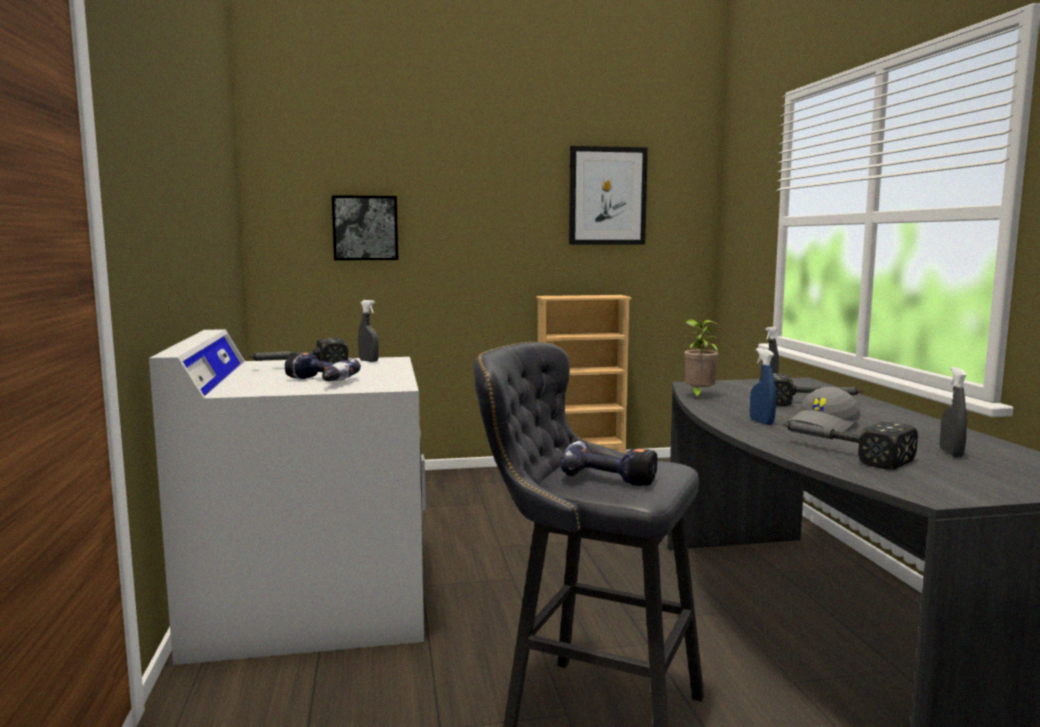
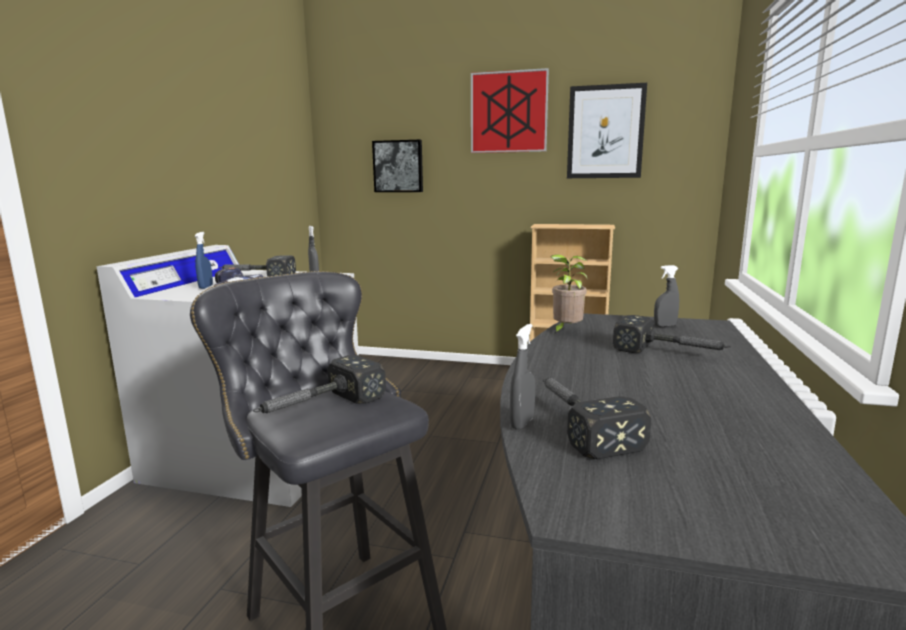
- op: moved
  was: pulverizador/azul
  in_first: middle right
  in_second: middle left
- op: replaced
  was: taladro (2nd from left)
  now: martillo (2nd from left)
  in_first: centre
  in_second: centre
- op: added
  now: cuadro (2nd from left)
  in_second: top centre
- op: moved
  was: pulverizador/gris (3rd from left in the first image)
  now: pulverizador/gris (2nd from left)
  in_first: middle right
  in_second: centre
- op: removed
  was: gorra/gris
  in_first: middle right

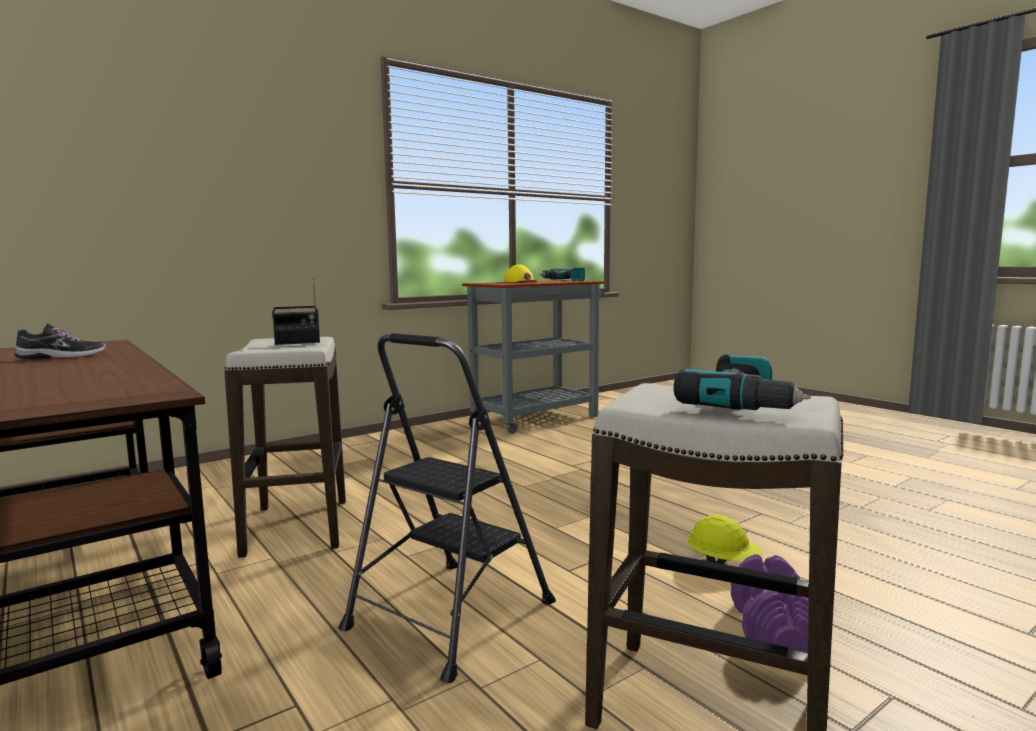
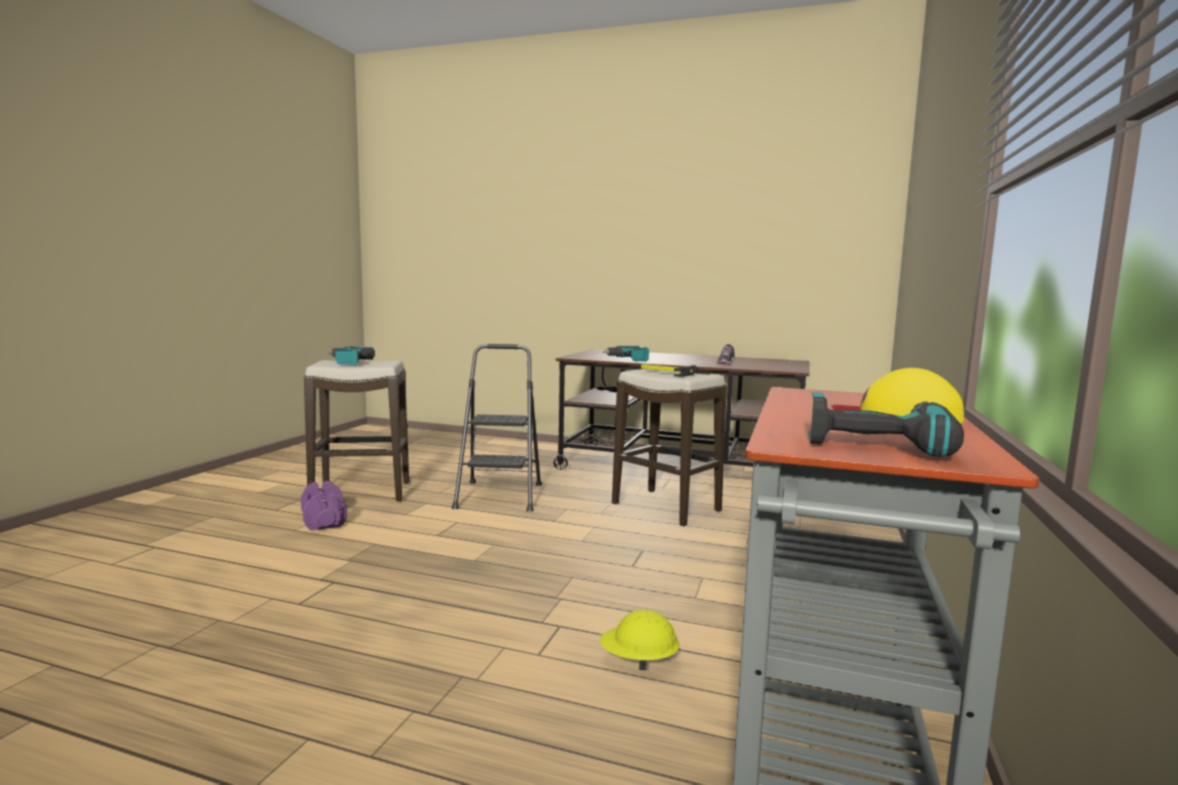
- op: moved
  was: casco/amarillo
  in_first: bottom right
  in_second: bottom centre
- op: added
  now: taladro (2nd from left)
  in_second: centre
- op: replaced
  was: radio
  now: martillo
  in_first: middle left
  in_second: centre

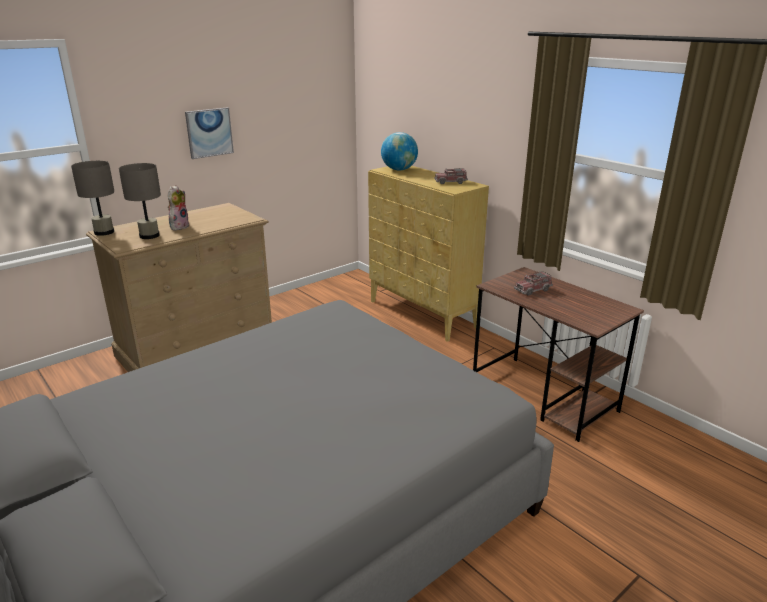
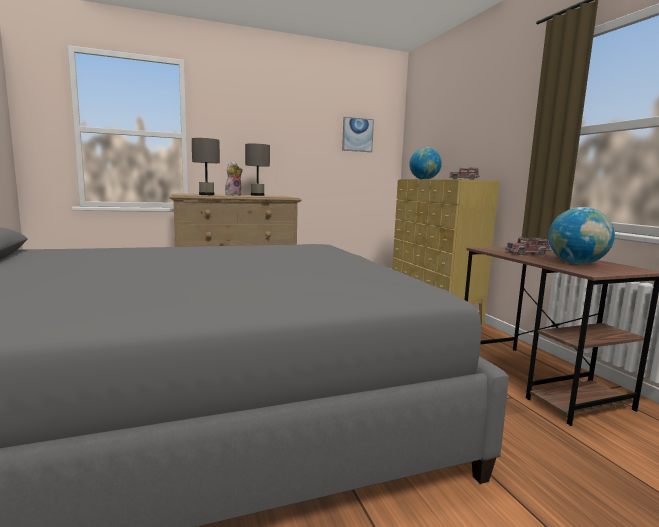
- op: moved
  was: lámpara de mesa/gris (1st from left in the first image)
  now: lámpara de mesa/gris (2nd from left)
  in_first: top left
  in_second: top centre
- op: moved
  was: cuadro
  in_first: top left
  in_second: top centre
- op: added
  now: globo terráqueo (2nd from left)
  in_second: middle right

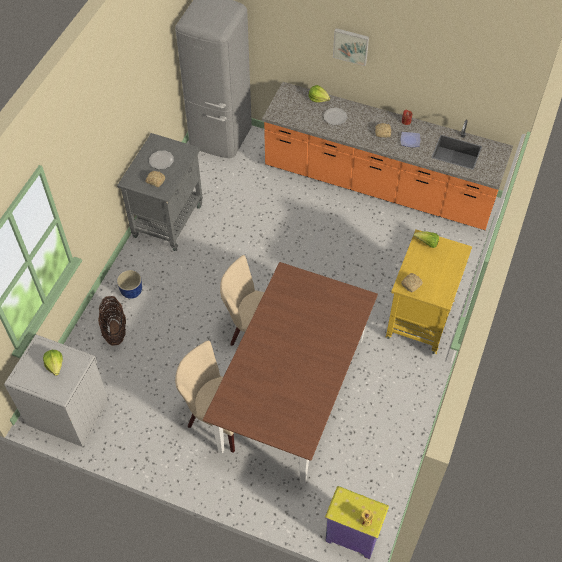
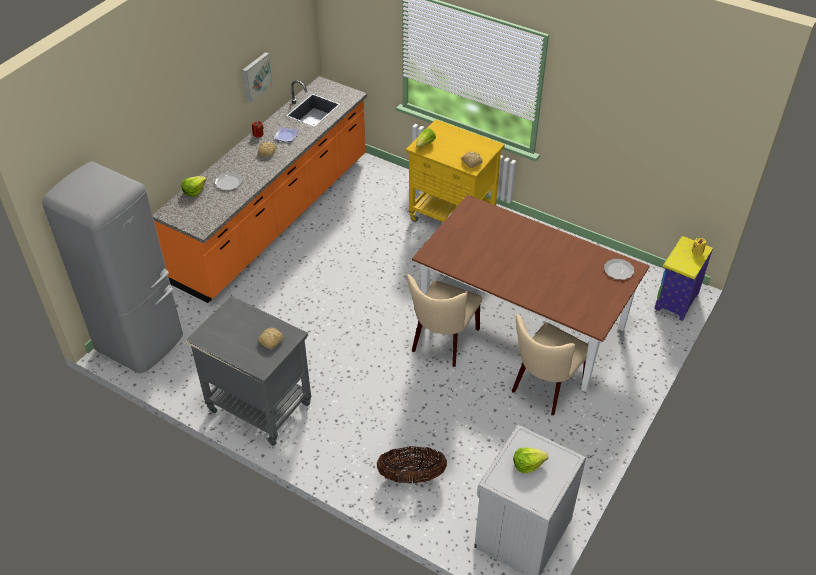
- op: moved
  was: cuadro
  in_first: top centre
  in_second: top left
- op: moved
  was: plato (1st from left in the first image)
  now: plato (3rd from left)
  in_first: top left
  in_second: middle right
- op: removed
  was: maceta
  in_first: middle left

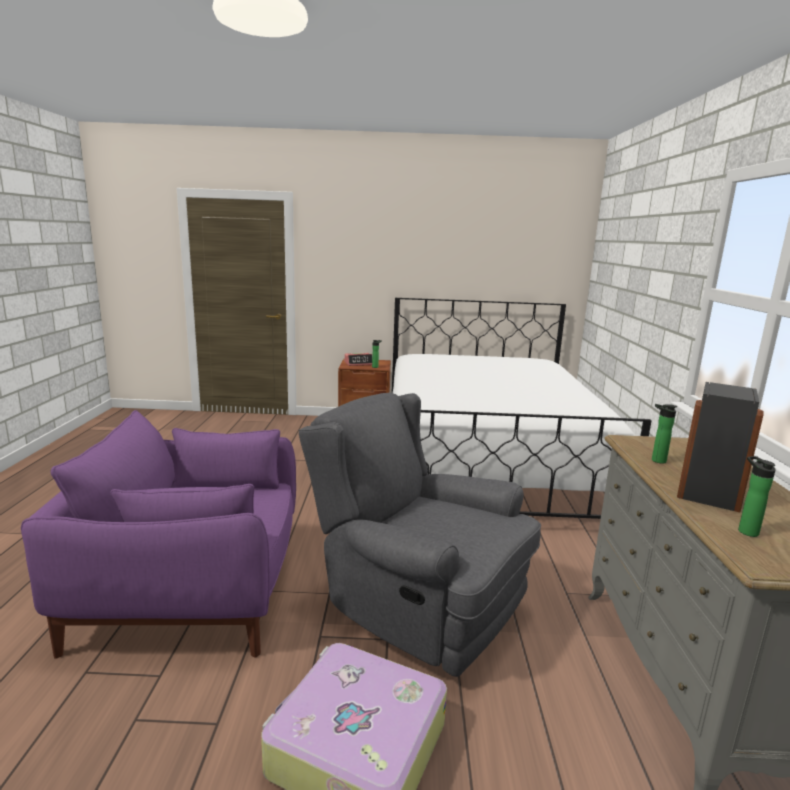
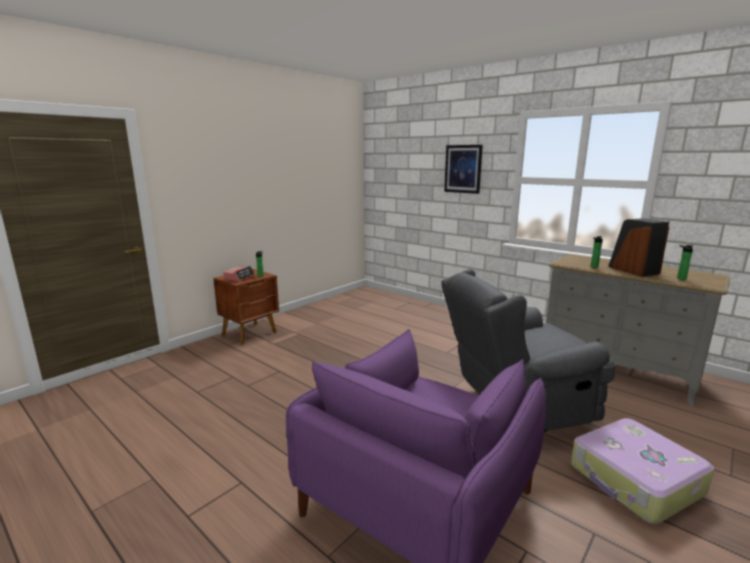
- op: added
  now: cuadro
  in_second: top centre
- op: removed
  was: cama/blanco
  in_first: centre

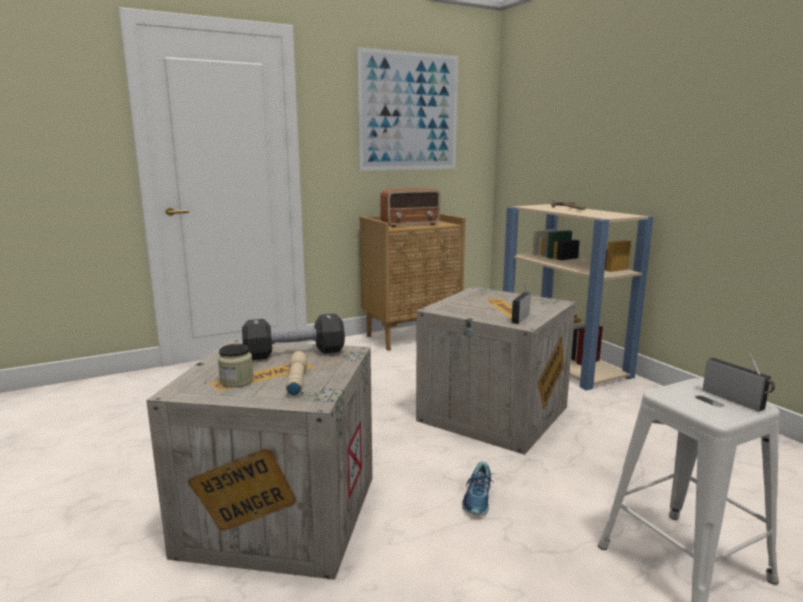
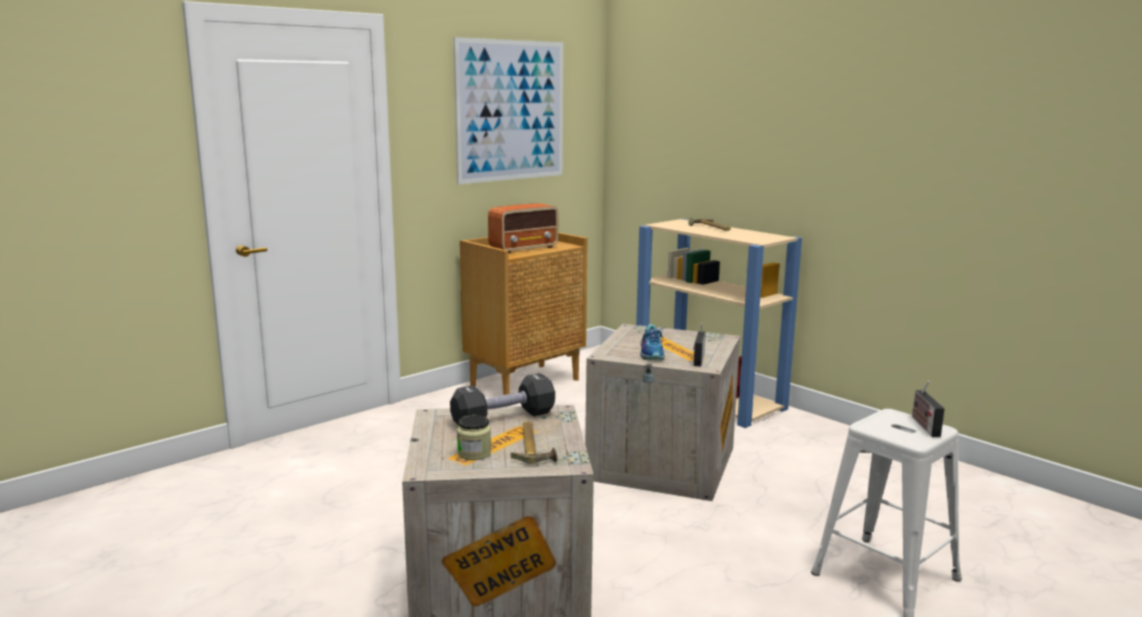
- op: replaced
  was: linterna/beis
  now: martillo (1st from left)
  in_first: centre
  in_second: bottom centre
- op: moved
  was: zapato
  in_first: bottom centre
  in_second: centre
- op: turned
  was: radio (3rd from left)
  in_first: middle right
  in_second: middle right
  clockwise: -135

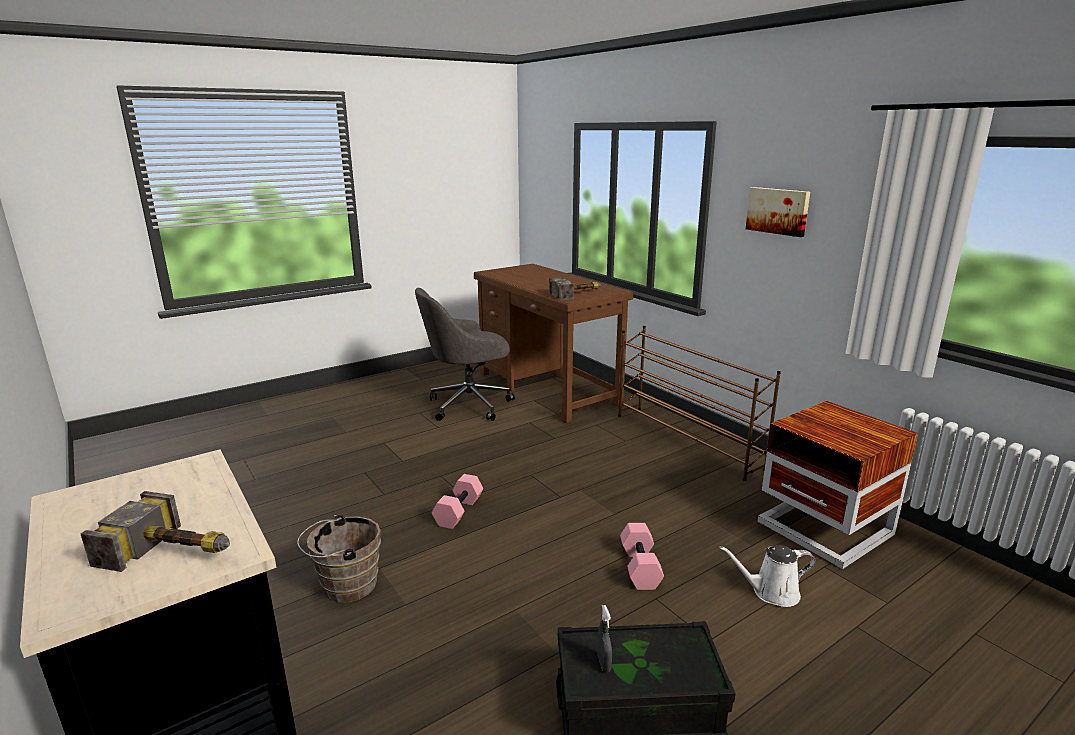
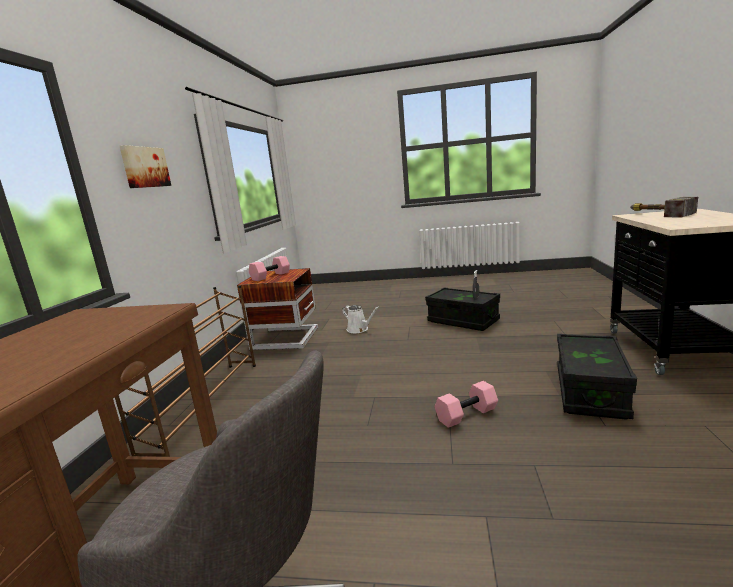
- op: moved
  was: mancuerna/rosa (2nd from left in the first image)
  now: mancuerna/rosa (1st from left)
  in_first: bottom centre
  in_second: centre
- op: replaced
  was: cubo/marrón
  now: caja de almacenaje/negro (2nd from left)
  in_first: bottom left
  in_second: middle right
- op: removed
  was: martillo (2nd from left)
  in_first: centre

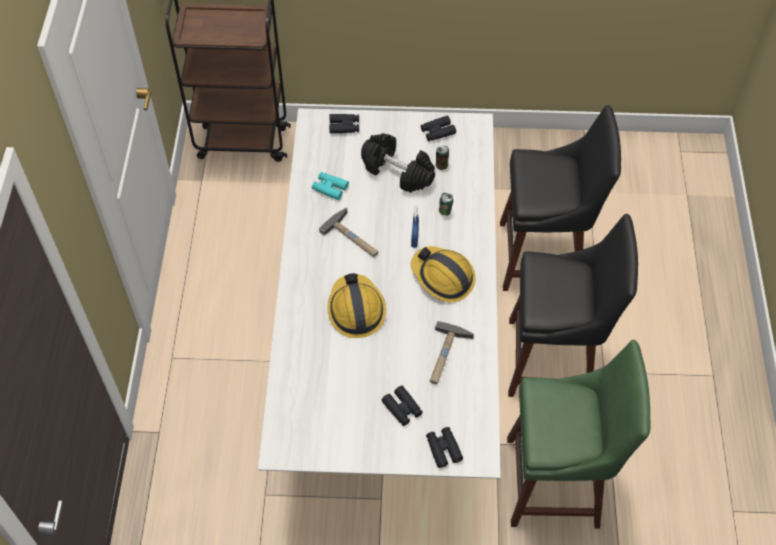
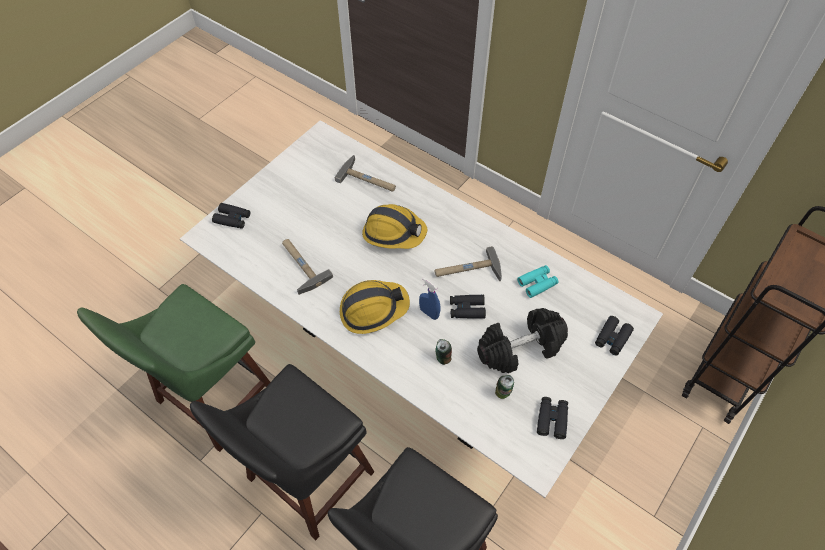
- op: added
  now: martillo (2nd from left)
  in_second: top centre
- op: moved
  was: prismáticos/negro (2nd from left)
  in_first: bottom centre
  in_second: centre

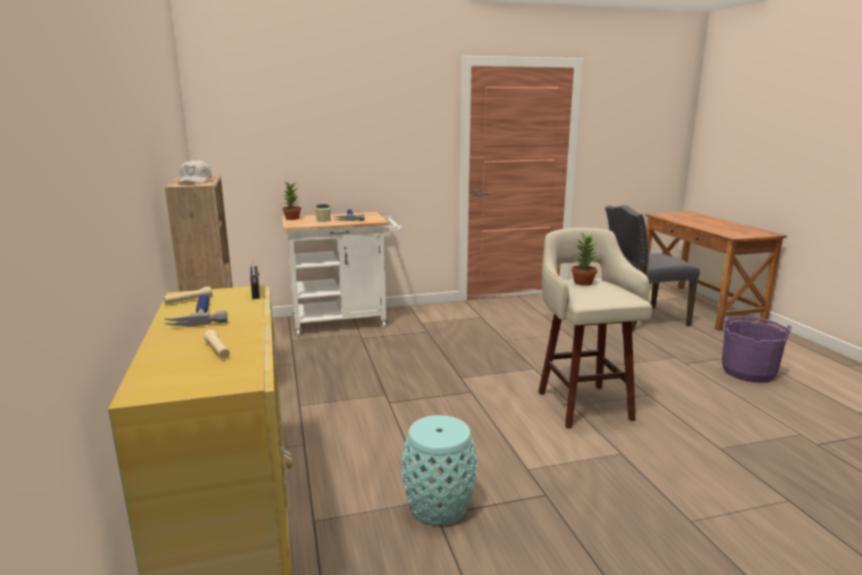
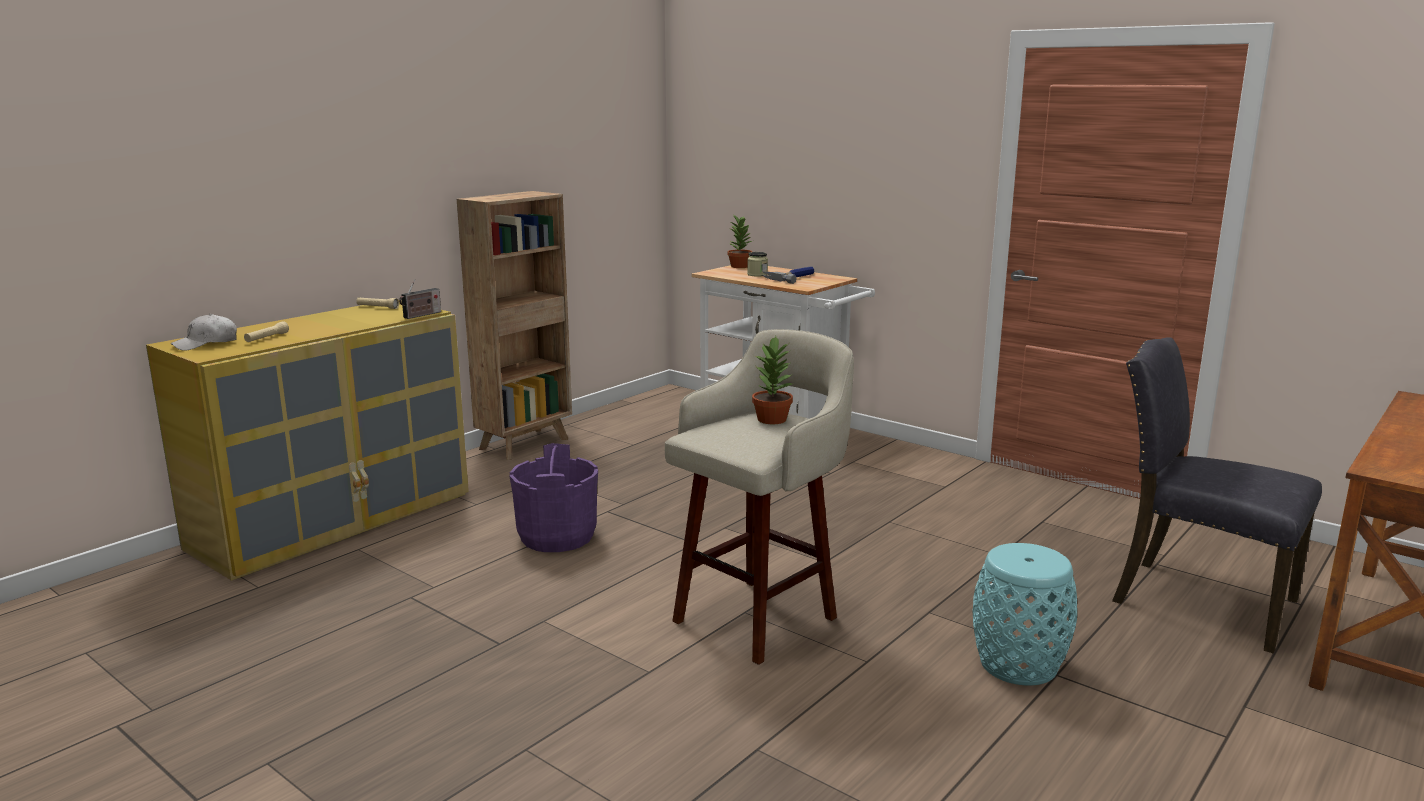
- op: moved
  was: gorra/blanco
  in_first: top left
  in_second: middle left
- op: moved
  was: cubo/morado
  in_first: middle right
  in_second: centre
- op: moved
  was: taburete/turquesa
  in_first: bottom centre
  in_second: bottom right
- op: removed
  was: martillo (1st from left)
  in_first: middle left

